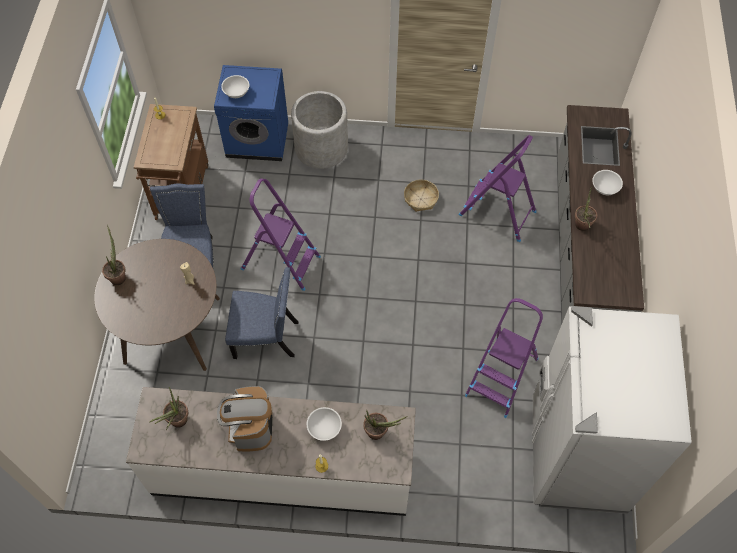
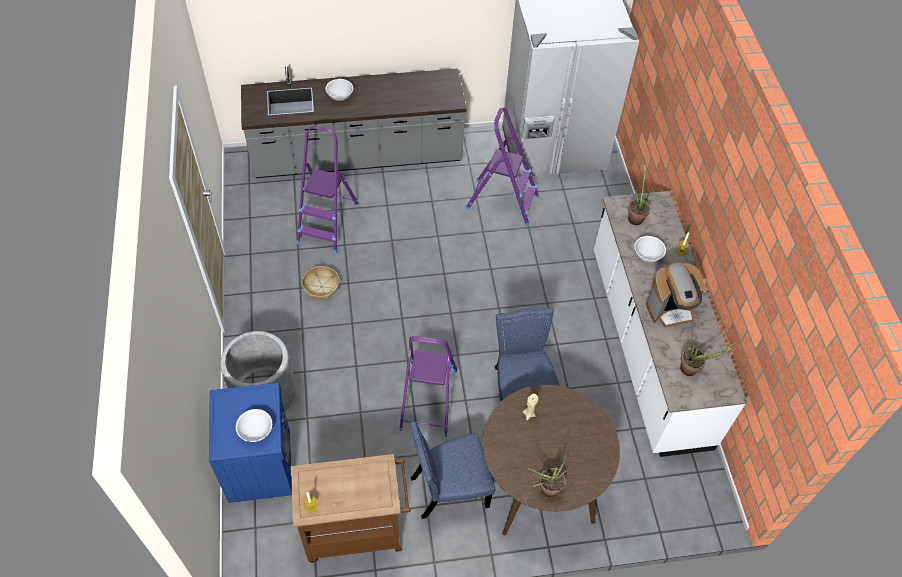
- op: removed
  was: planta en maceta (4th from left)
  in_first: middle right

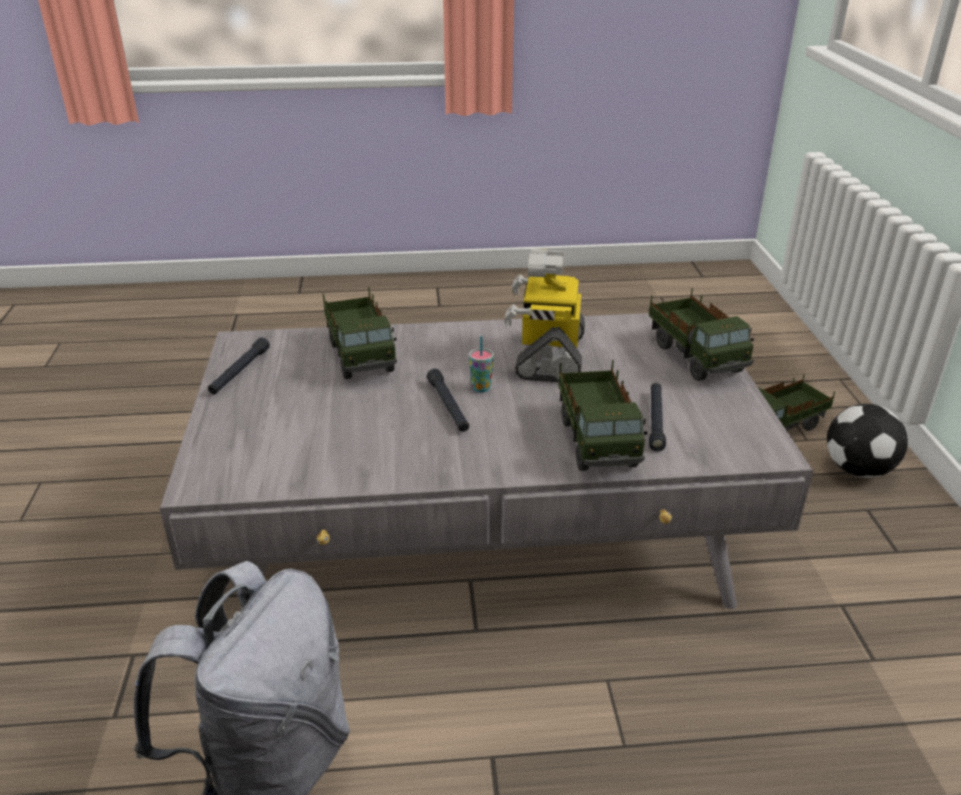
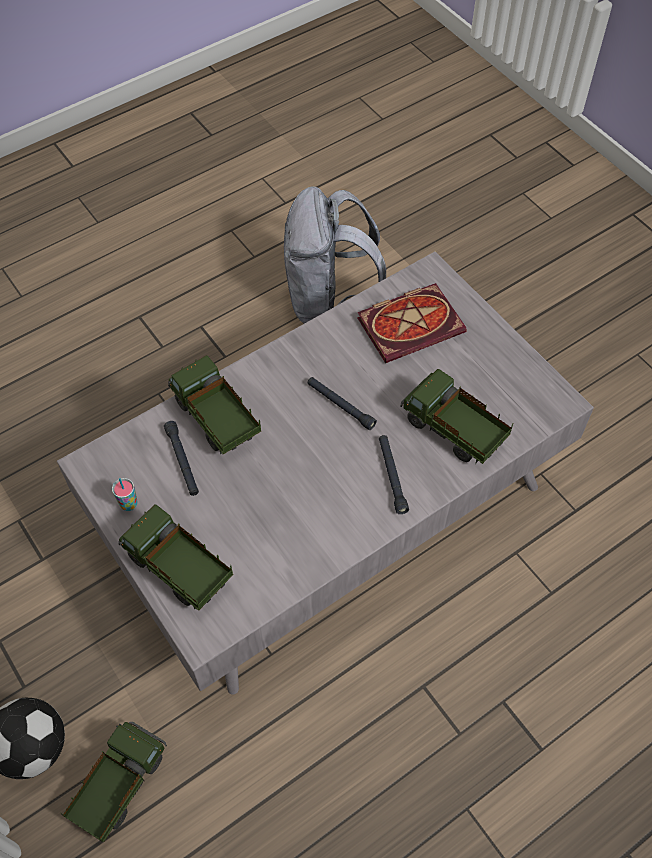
- op: moved
  was: taza
  in_first: centre
  in_second: middle left
- op: added
  now: libro
  in_second: centre
- op: moved
  was: linterna/negro (1st from left in the first image)
  now: linterna/negro (3rd from left)
  in_first: middle left
  in_second: centre
- op: removed
  was: robot de juguete
  in_first: centre

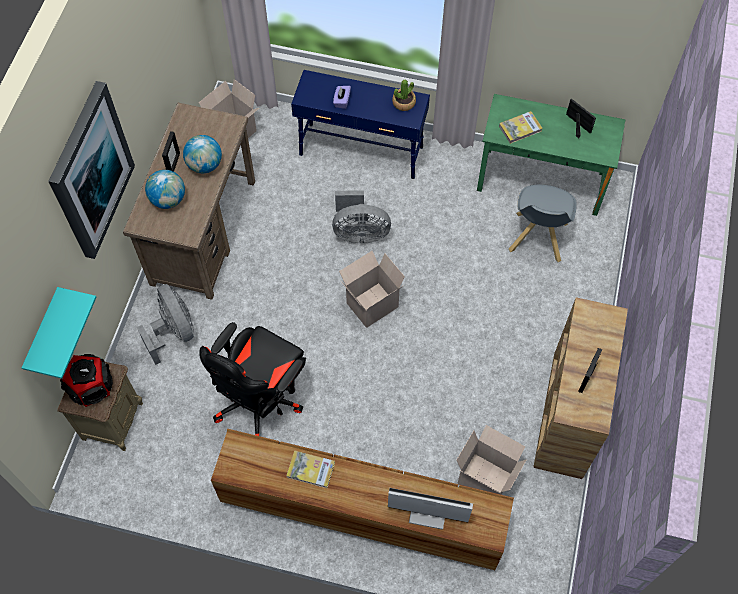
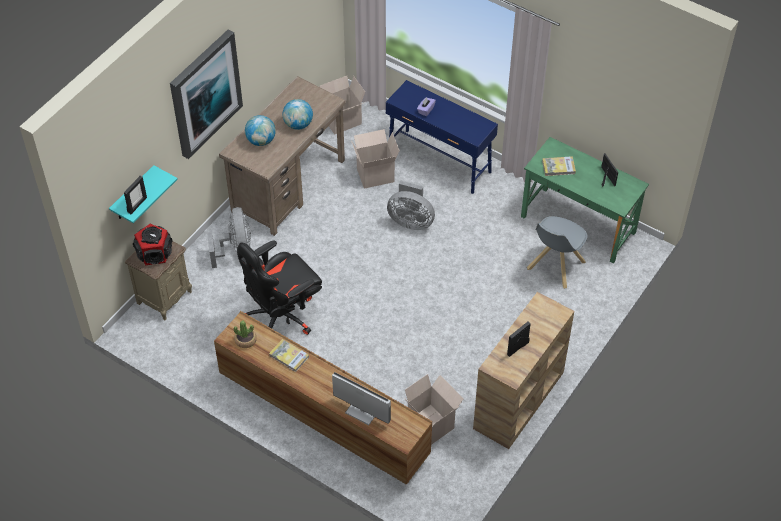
- op: moved
  was: portarretratos (1st from left)
  in_first: top left
  in_second: middle left
- op: moved
  was: planta en maceta
  in_first: top centre
  in_second: middle left
- op: moved
  was: caja de cartón (2nd from left)
  in_first: centre
  in_second: top centre

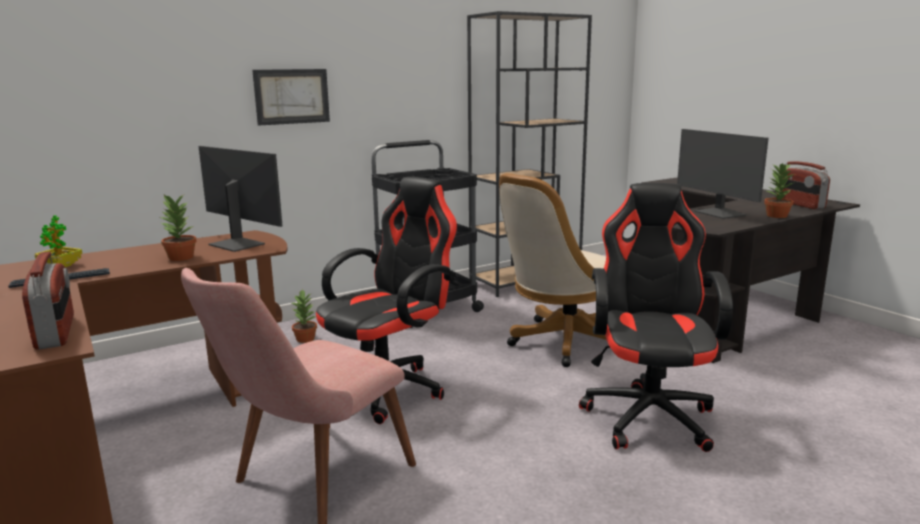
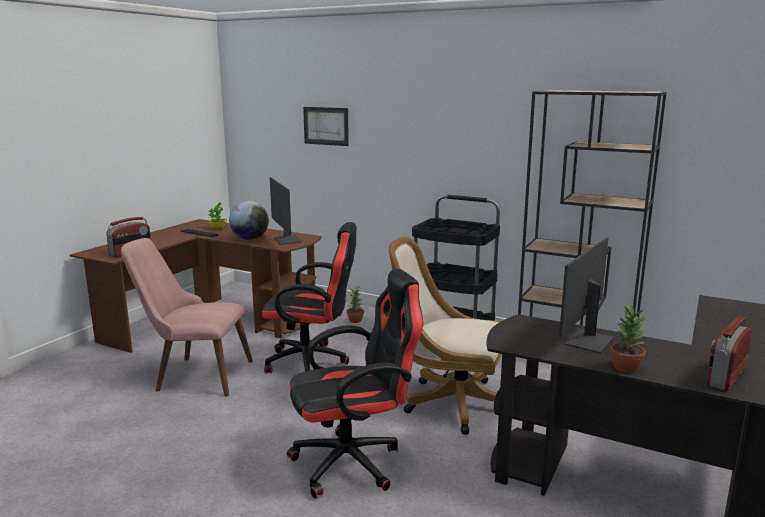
- op: replaced
  was: planta en maceta (2nd from left)
  now: globo terráqueo
  in_first: middle left
  in_second: middle left
- op: turned
  was: monitor (1st from left)
  in_first: middle left
  in_second: centre
  clockwise: 150
- op: moved
  was: cuadro
  in_first: top left
  in_second: top centre

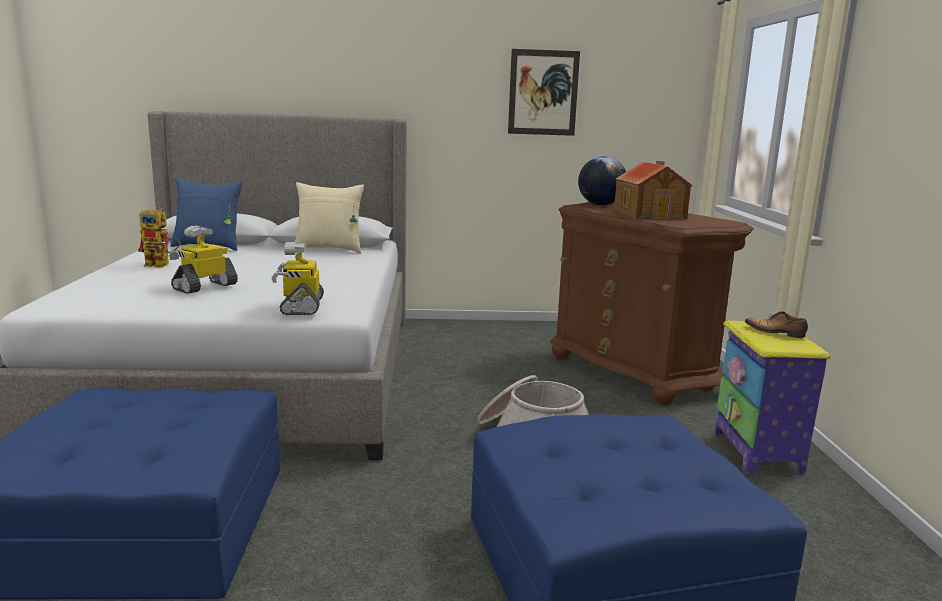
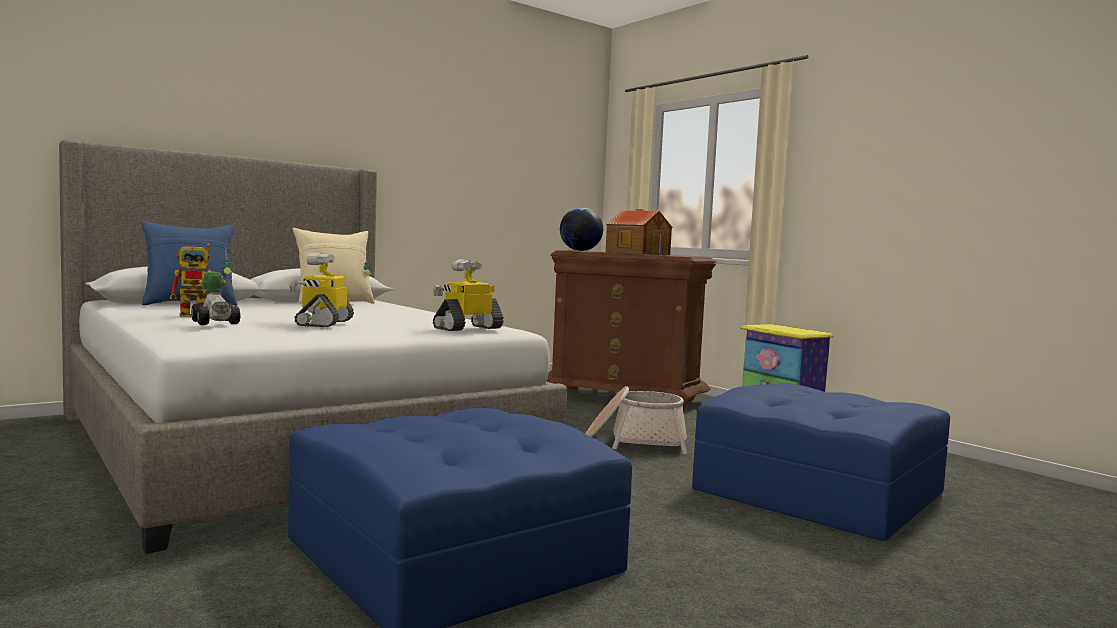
- op: added
  now: coche de juguete
  in_second: middle left
- op: turned
  was: robot de juguete (3rd from left)
  in_first: middle left
  in_second: centre
  clockwise: 90
- op: removed
  was: cuadro
  in_first: top centre
- op: removed
  was: zapato
  in_first: middle right

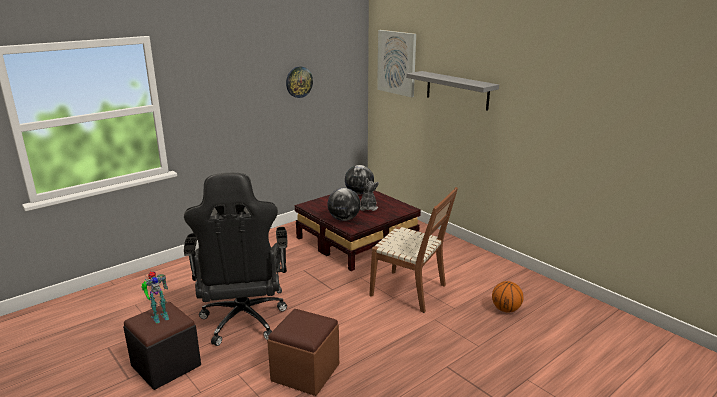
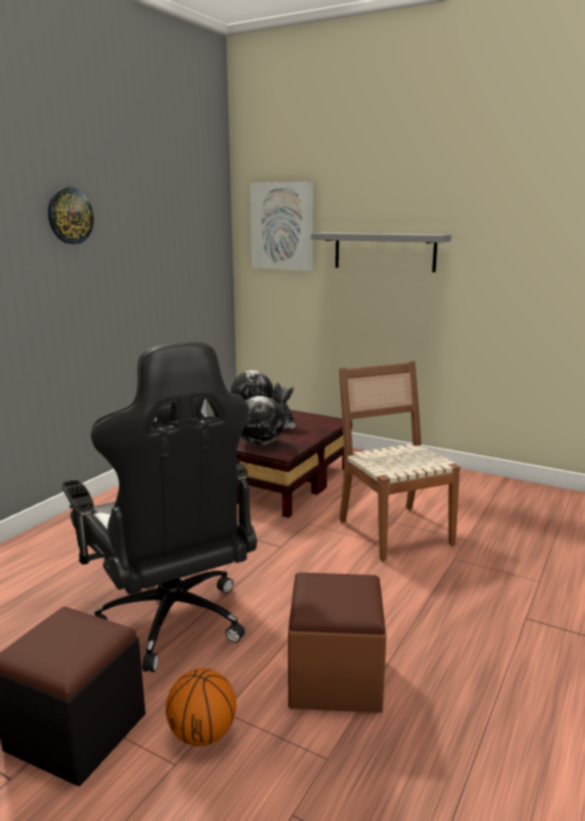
- op: moved
  was: reloj de pared
  in_first: top centre
  in_second: top left
- op: moved
  was: balón de baloncesto
  in_first: bottom right
  in_second: bottom centre
- op: turned
  was: silla
  in_first: centre
  in_second: middle right
  clockwise: -120
- op: removed
  was: robot de juguete
  in_first: bottom left

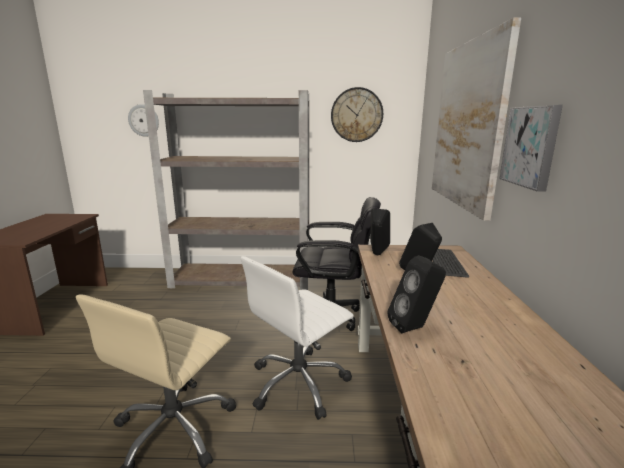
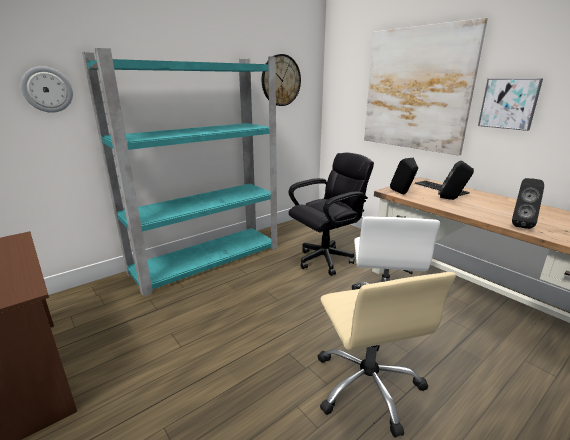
- op: recoloured
  was: estantería/marrón
  now: estantería/turquesa
  in_first: centre
  in_second: middle left

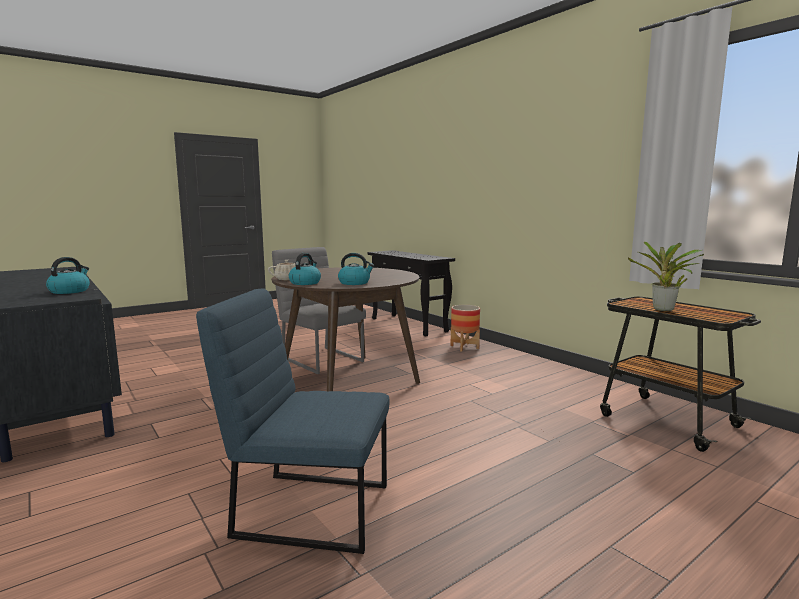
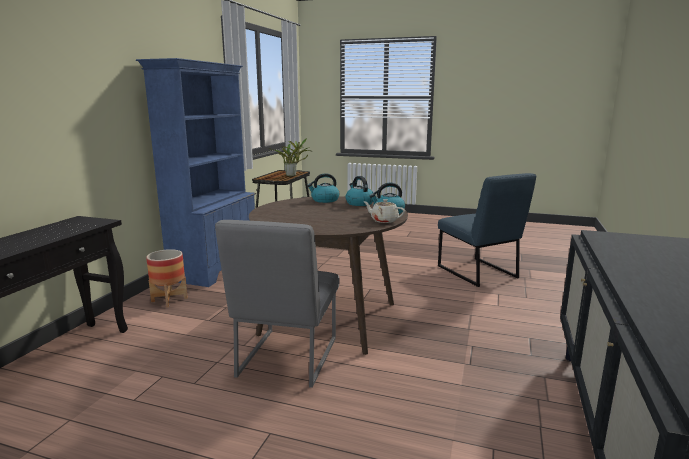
- op: added
  now: estantería/azul
  in_second: middle left
- op: moved
  was: hervidor (1st from left)
  in_first: middle left
  in_second: centre

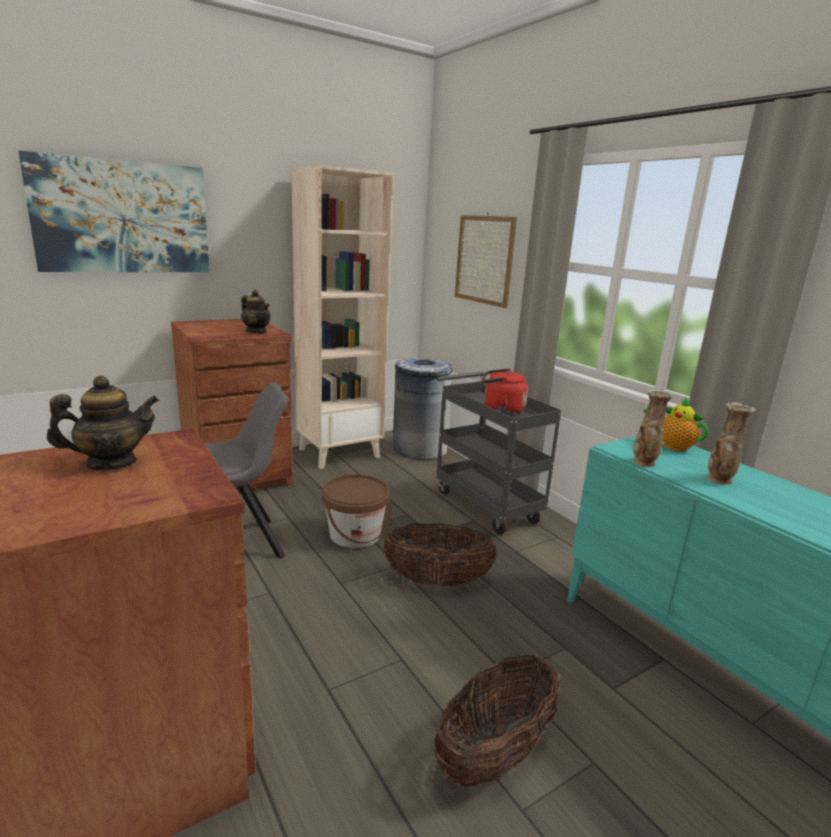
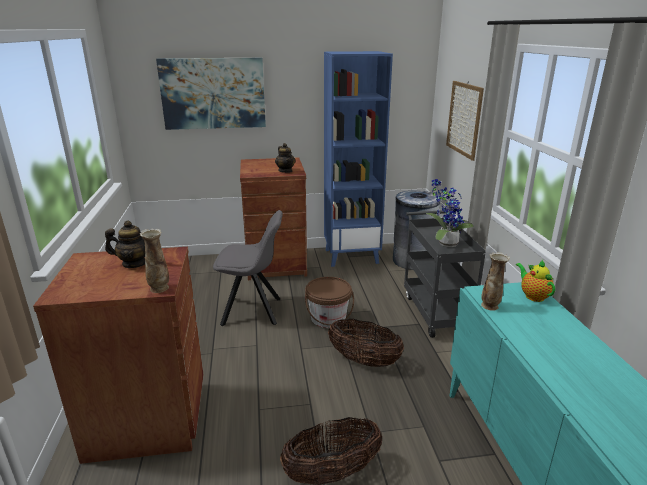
- op: moved
  was: florero (2nd from left in the first image)
  now: florero (1st from left)
  in_first: middle right
  in_second: middle left
- op: recoloured
  was: estantería/beis
  now: estantería/azul
  in_first: centre
  in_second: top centre
- op: replaced
  was: hervidor/rojo
  now: planta en maceta
  in_first: centre
  in_second: middle right

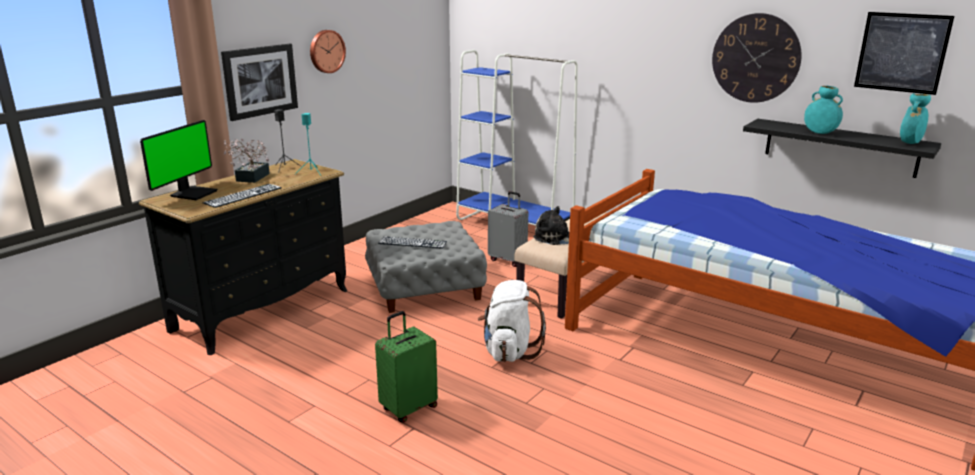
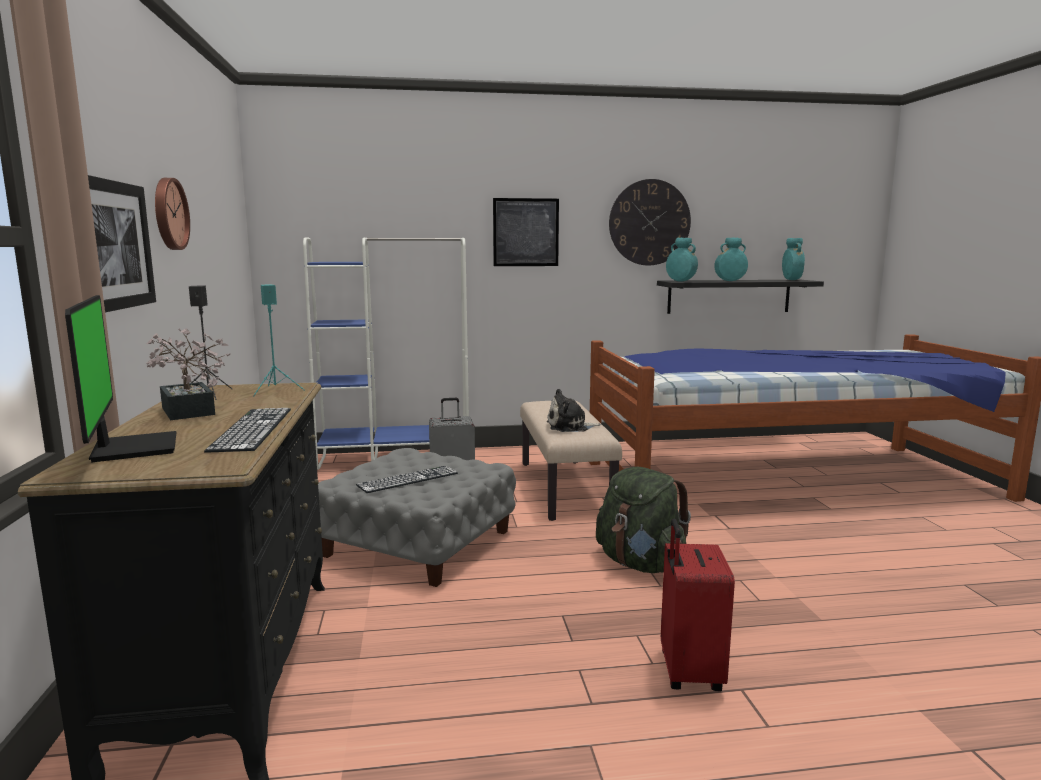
- op: moved
  was: cuadro (2nd from left)
  in_first: top right
  in_second: top centre
- op: recoloured
  was: mochila/blanco
  now: mochila/verde
  in_first: bottom centre
  in_second: bottom centre
- op: recoloured
  was: maleta/verde
  now: maleta/rojo
  in_first: bottom centre
  in_second: bottom right
- op: added
  now: florero/turquesa (1st from left)
  in_second: top centre

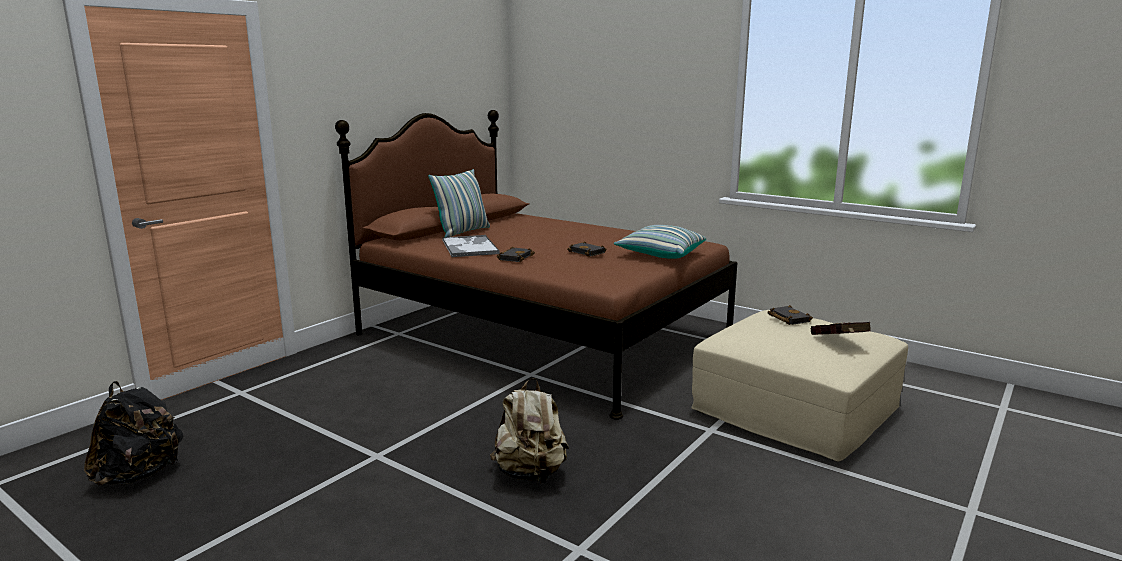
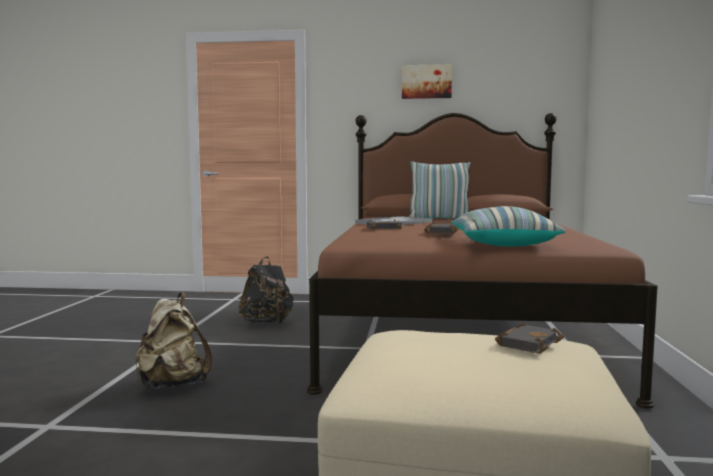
- op: moved
  was: mochila/negro
  in_first: bottom left
  in_second: centre
- op: added
  now: cuadro
  in_second: top centre
- op: removed
  was: libro/rojo
  in_first: middle right

